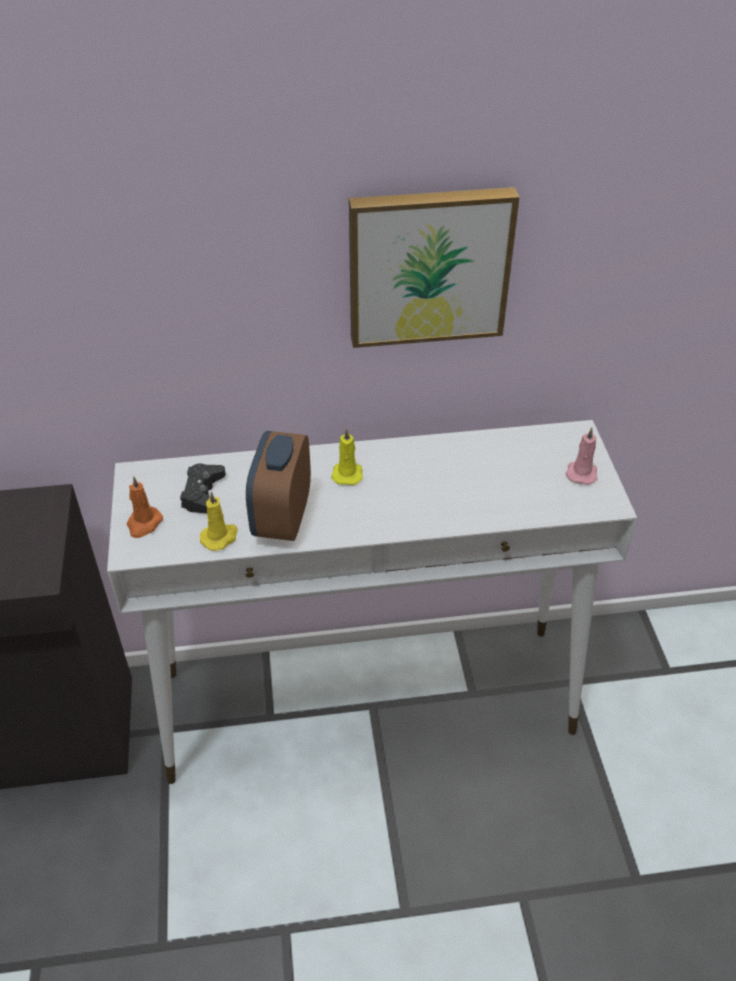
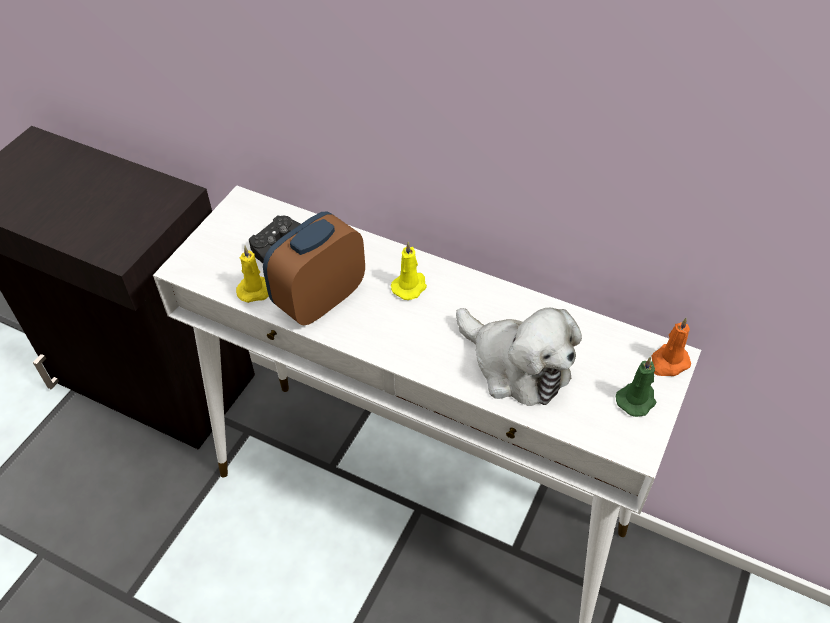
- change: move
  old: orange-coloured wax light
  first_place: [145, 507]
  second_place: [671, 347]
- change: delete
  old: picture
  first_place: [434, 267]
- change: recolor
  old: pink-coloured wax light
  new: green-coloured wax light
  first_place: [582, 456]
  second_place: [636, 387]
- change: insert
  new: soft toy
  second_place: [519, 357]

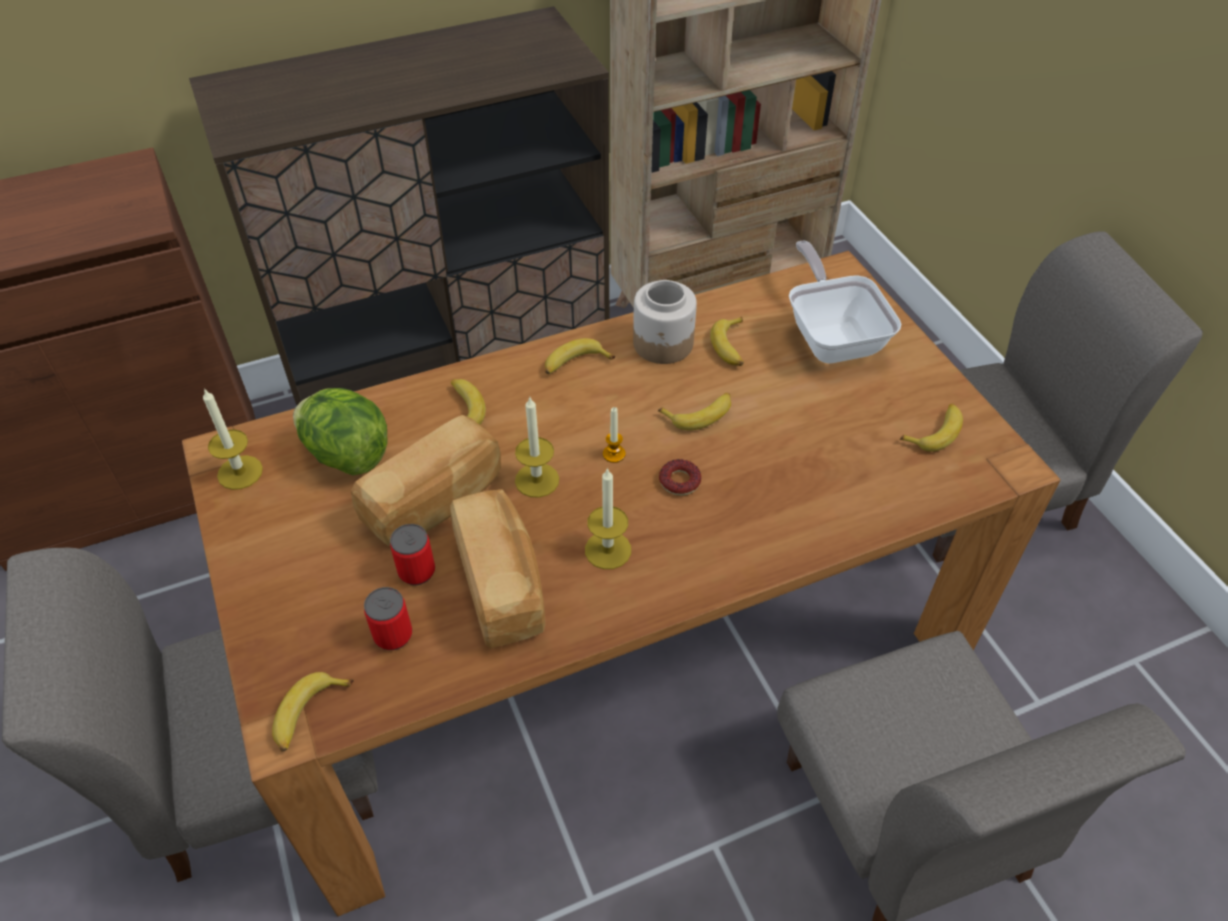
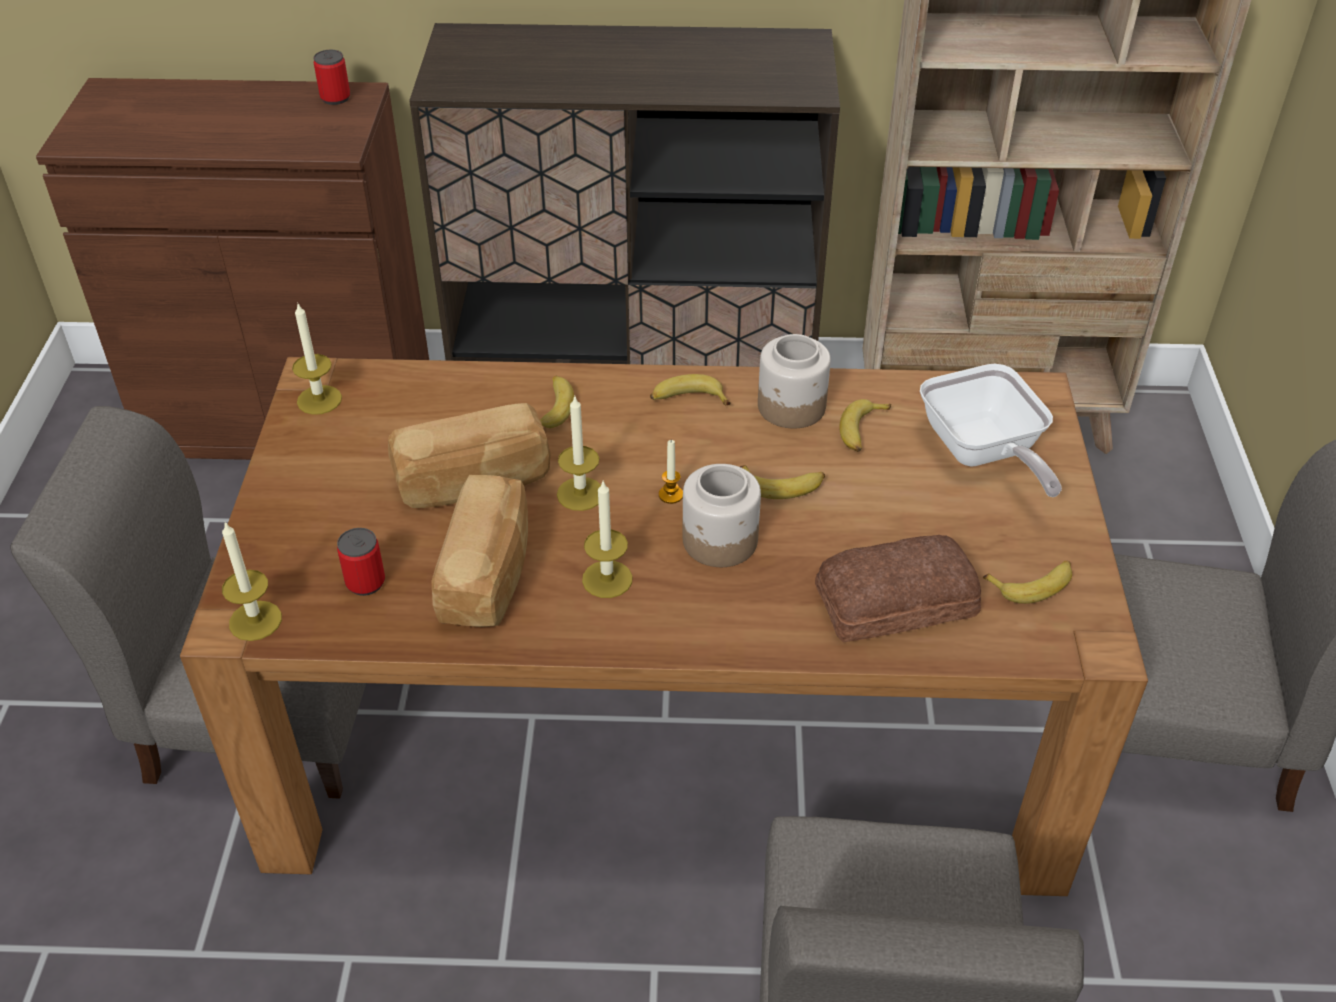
- change: replace
  old: whole banana
  new: wax light
  first_place: [313, 711]
  second_place: [252, 581]
- change: delete
  old: lettuce
  first_place: [340, 431]
- change: move
  old: sealed can
  first_place: [412, 554]
  second_place: [332, 77]
- change: replace
  old: doughnut
  new: preserve jar
  first_place: [680, 477]
  second_place: [721, 515]
- change: rotate
  old: pan
  first_place: [845, 302]
  second_place: [991, 430]
  degrees: 150
- change: insert
  new: bakery bread
  second_place: [898, 589]

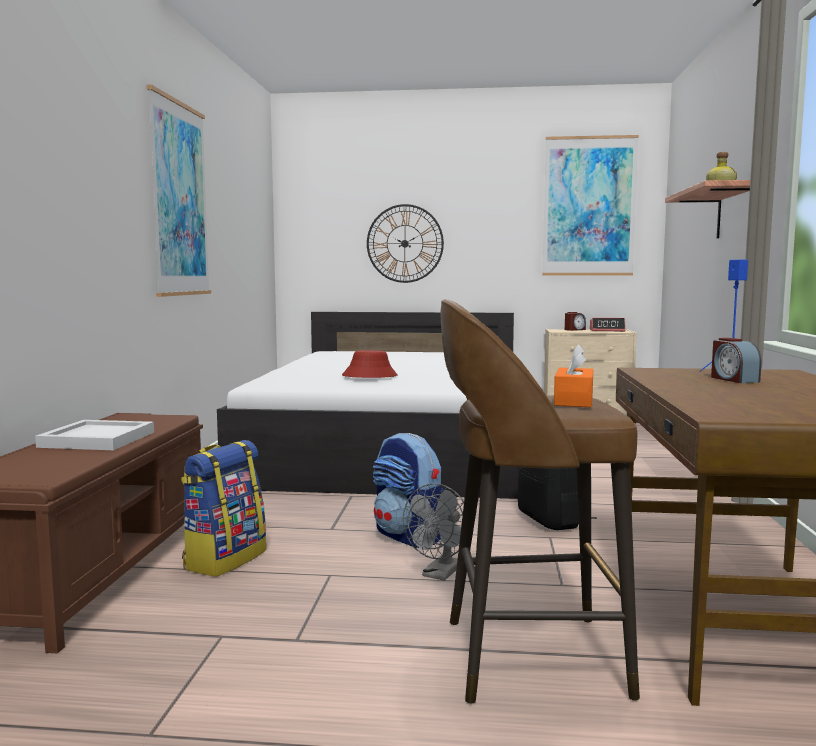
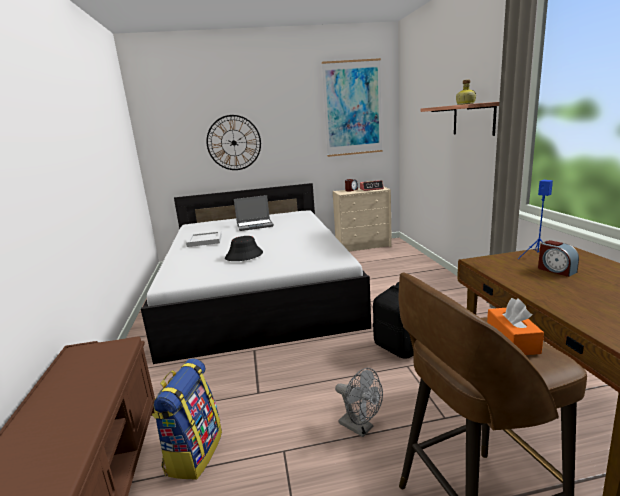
- change: move
  old: whitish serving tray
  first_place: [94, 435]
  second_place: [204, 239]
- change: delete
  old: picture
  first_place: [179, 191]
- change: recolor
  old: reddish clothing hat
  new: black clothing hat
  first_place: [370, 364]
  second_place: [244, 248]
- change: delete
  old: rucksack
  first_place: [408, 490]
- change: rotate
  old: greyish electric fan
  first_place: [433, 532]
  second_place: [359, 402]
  degrees: -60
- change: insert
  new: portable computer
  second_place: [254, 213]

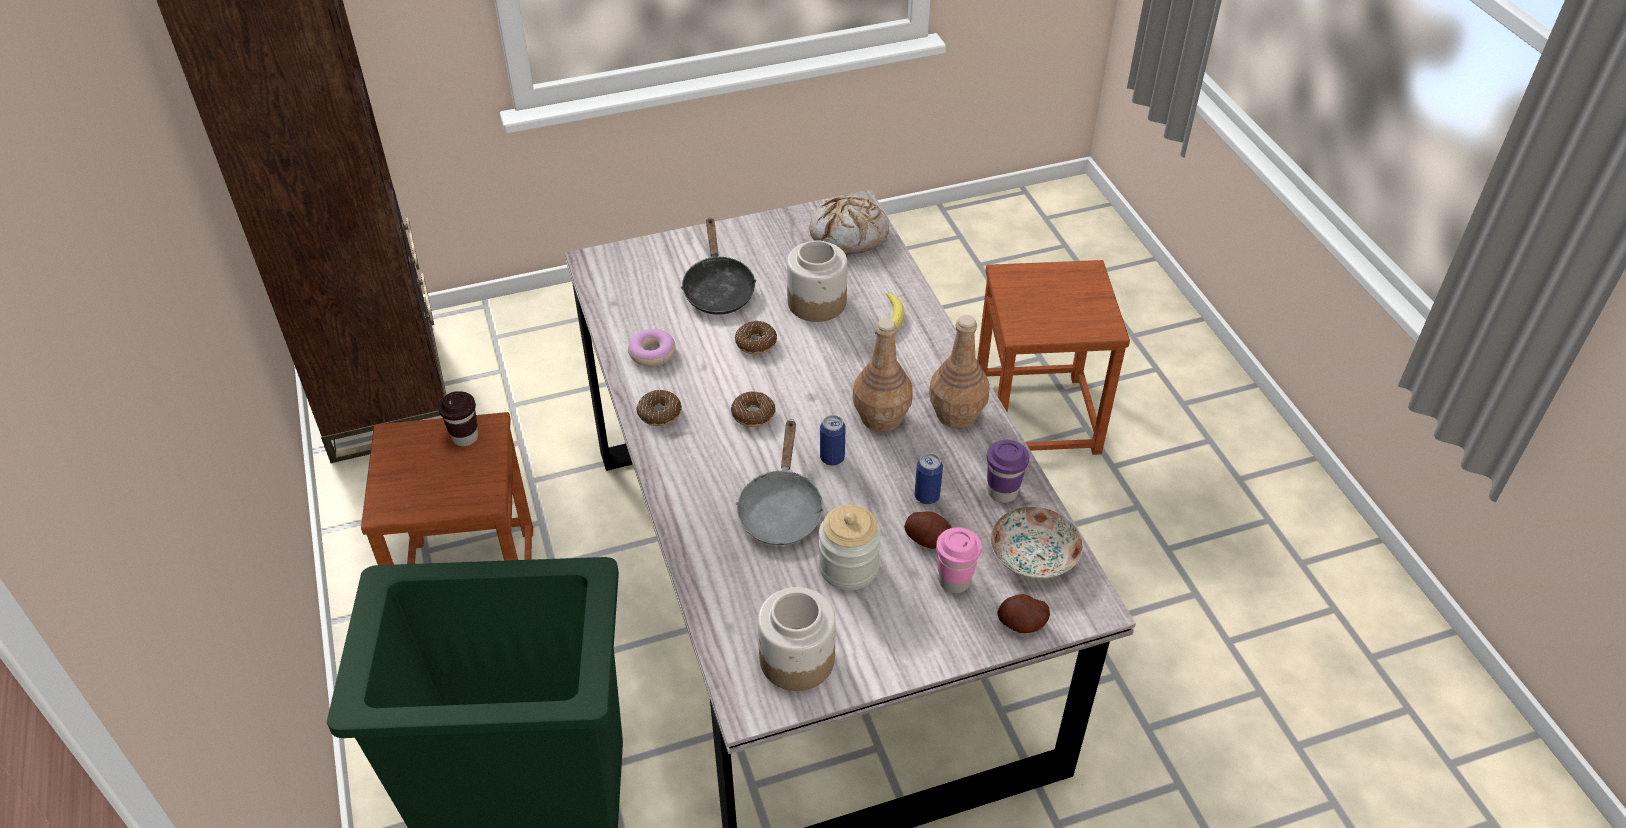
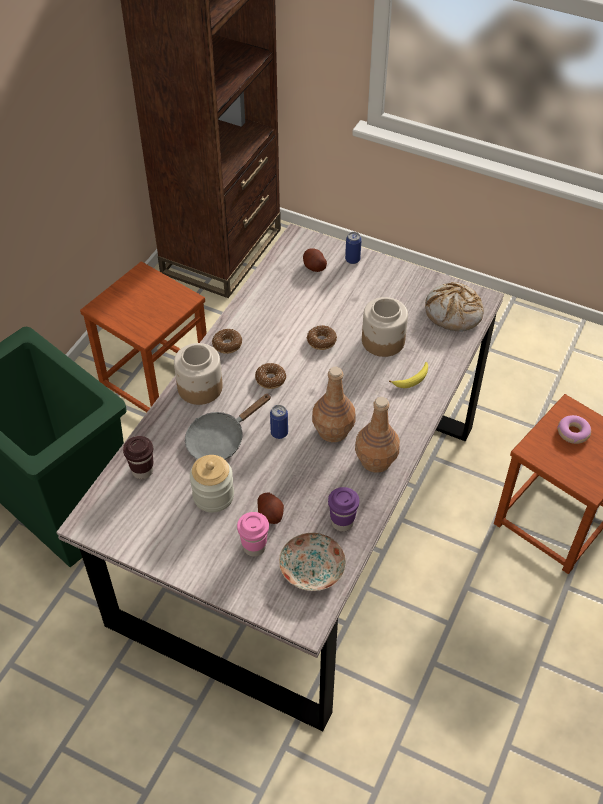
- change: move
  old: brown small cup
  first_place: [458, 418]
  second_place: [138, 457]
- change: move
  old: doughnut
  first_place: [652, 347]
  second_place: [574, 429]
- change: delete
  old: black pan
  first_place: [718, 267]
- change: move
  old: preserve jar
  first_place: [797, 639]
  second_place: [198, 374]
- change: move
  old: sealed can
  first_place: [928, 479]
  second_place: [353, 248]
- change: move
  old: spud
  first_place: [1023, 613]
  second_place: [315, 260]

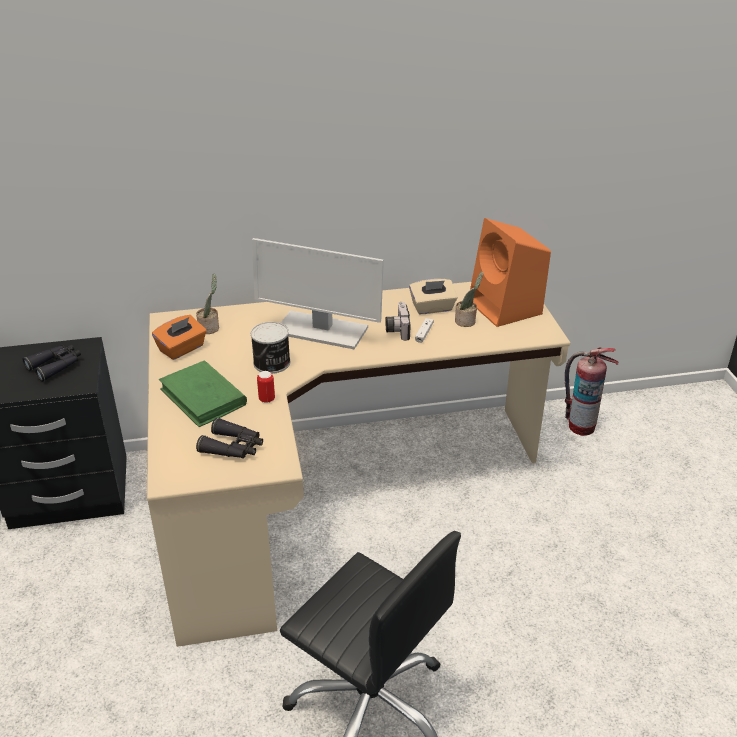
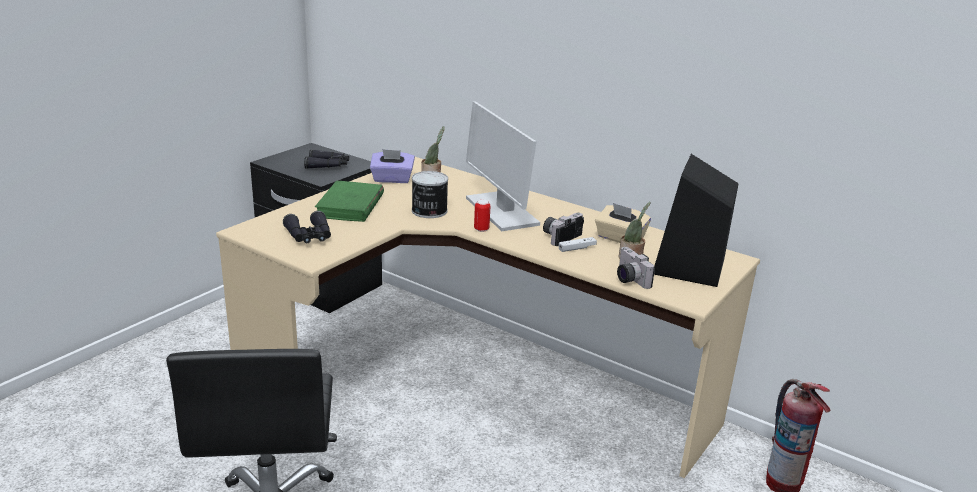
- change: recolor
  old: orange-coloured tissue holder
  new: purple tissue holder
  first_place: [179, 337]
  second_place: [392, 166]
- change: move
  old: sealed can
  first_place: [266, 387]
  second_place: [482, 216]
- change: recolor
  old: orange-coloured speaker
  new: black speaker
  first_place: [510, 272]
  second_place: [696, 220]
- change: insert
  new: still camera
  second_place: [636, 268]

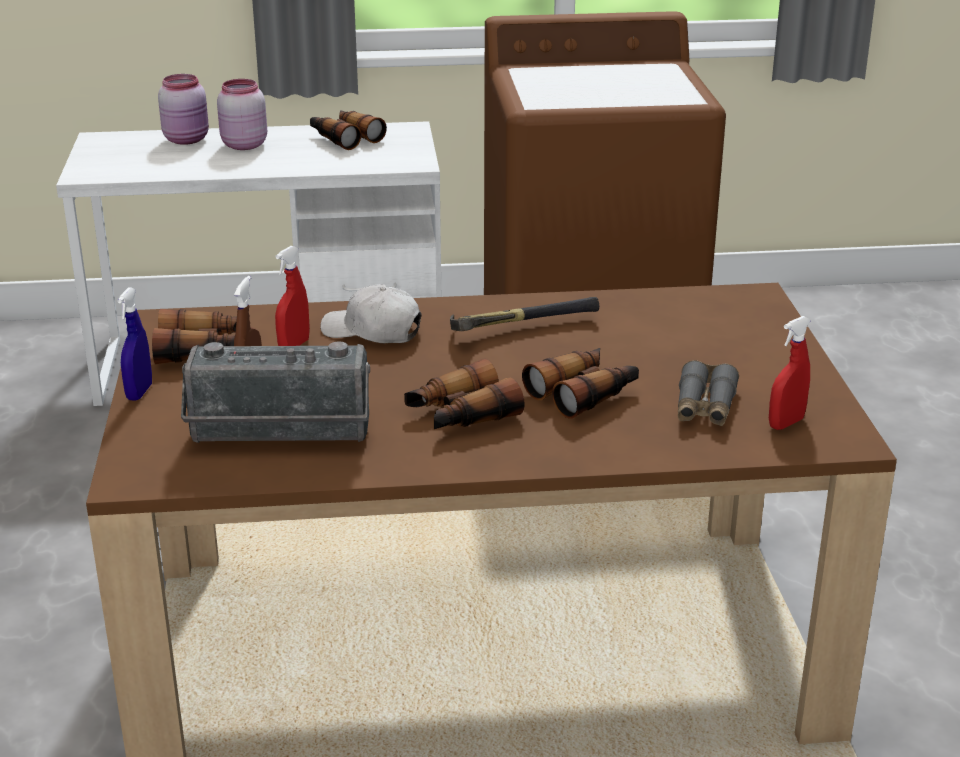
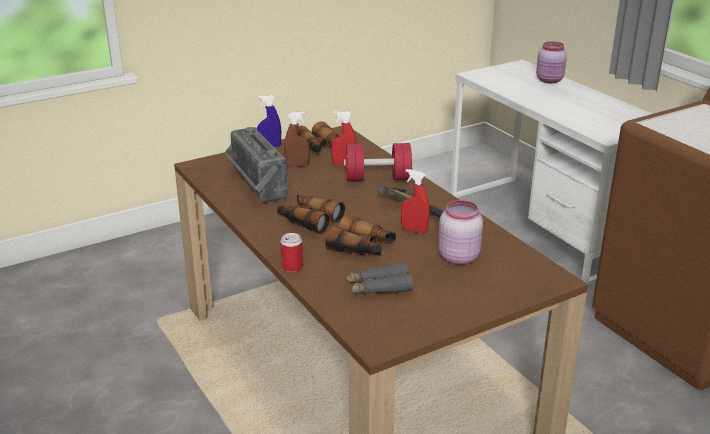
- change: move
  old: pink-coloured preserve jar
  first_place: [242, 114]
  second_place: [460, 232]
- change: delete
  old: field glasses
  first_place: [348, 130]
- change: replace
  old: whitish peaked cap
  new: reddish dumbbell
  first_place: [370, 313]
  second_place: [378, 162]
- change: move
  old: reddish hand sprayer
  first_place: [790, 373]
  second_place: [415, 201]
- change: insert
  new: sealed can
  second_place: [291, 252]

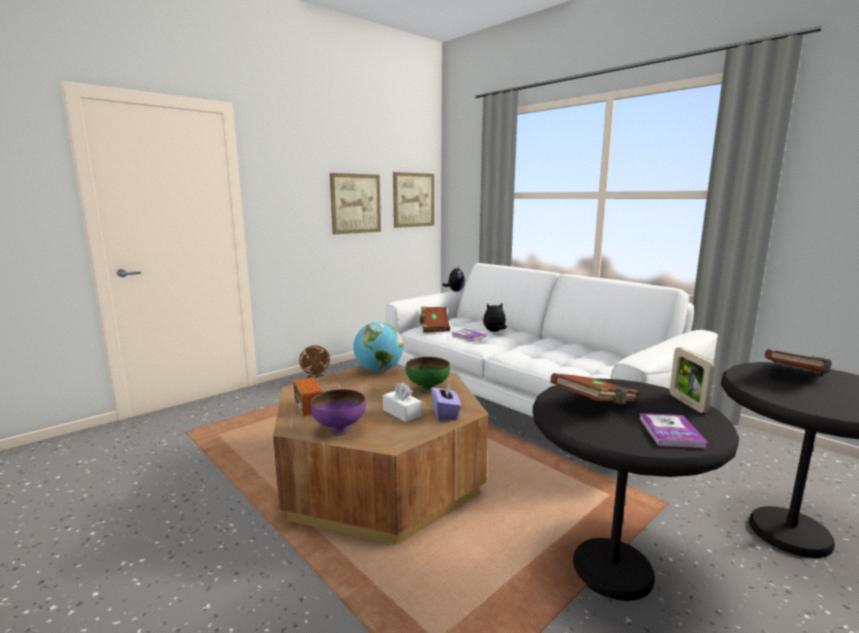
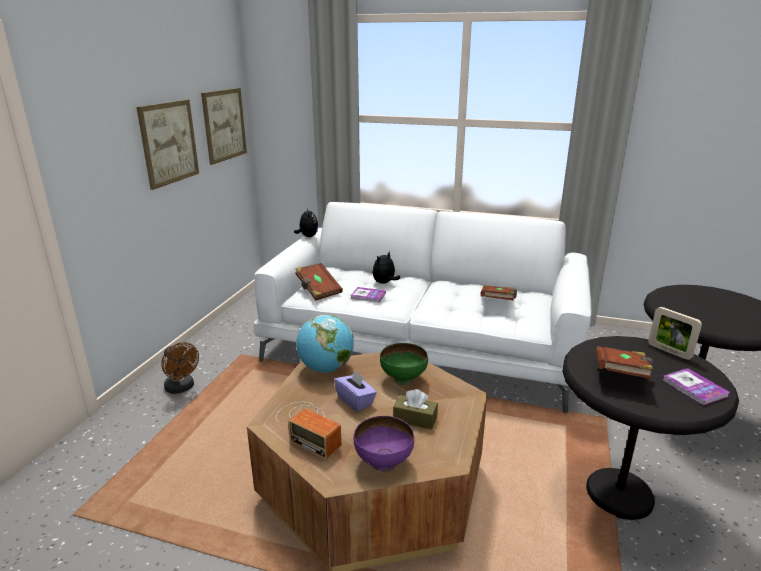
- change: recolor
  old: whitish tissue holder
  new: brown tissue holder
  first_place: [402, 402]
  second_place: [415, 409]
- change: move
  old: purple tissue holder
  first_place: [446, 401]
  second_place: [355, 391]
- change: move
  old: brown book
  first_place: [798, 361]
  second_place: [499, 292]

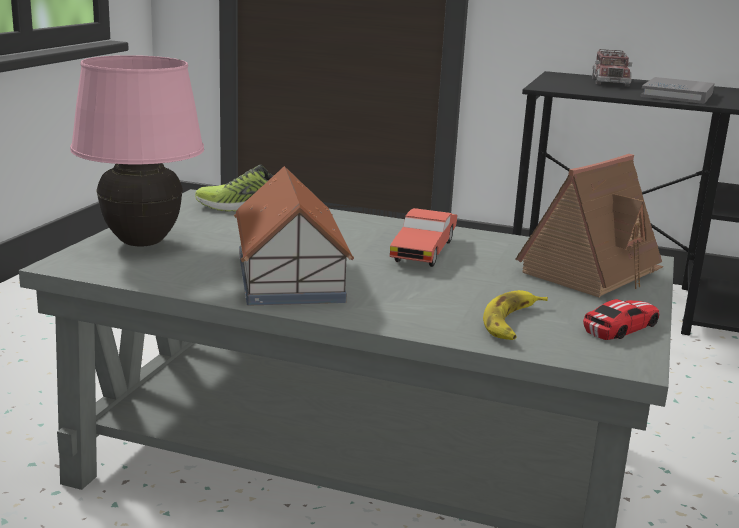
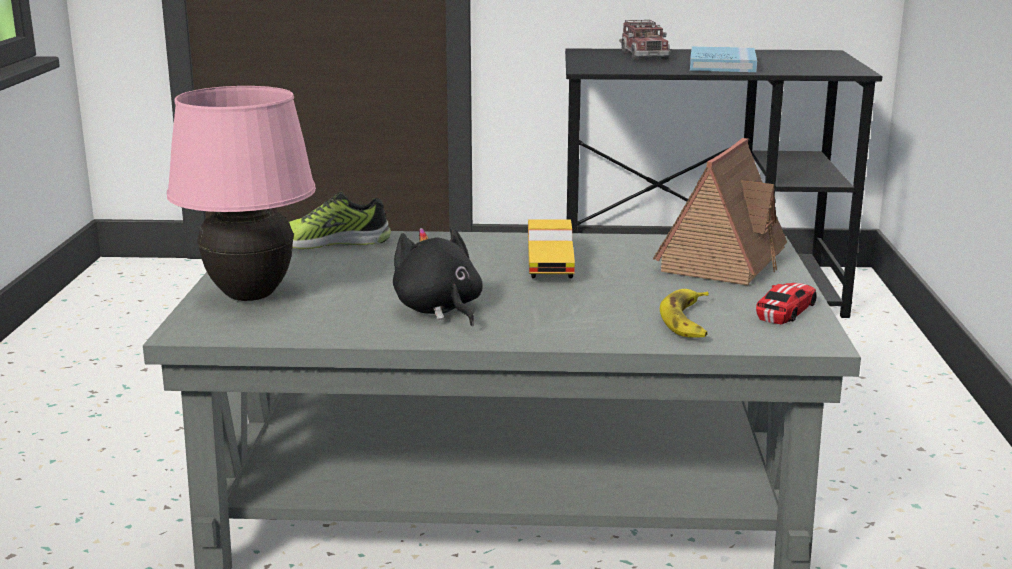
- change: replace
  old: toy house
  new: black soft toy
  first_place: [294, 236]
  second_place: [438, 275]
- change: recolor
  old: reddish model car
  new: yellow model car
  first_place: [423, 237]
  second_place: [551, 249]
- change: recolor
  old: greyish book
  new: blue book
  first_place: [677, 90]
  second_place: [723, 59]

